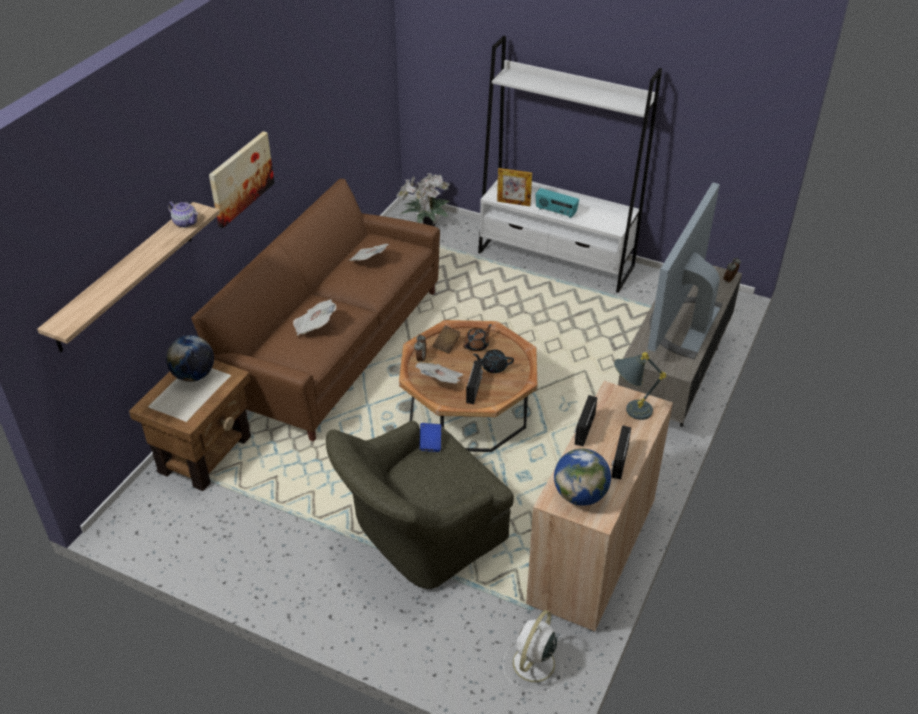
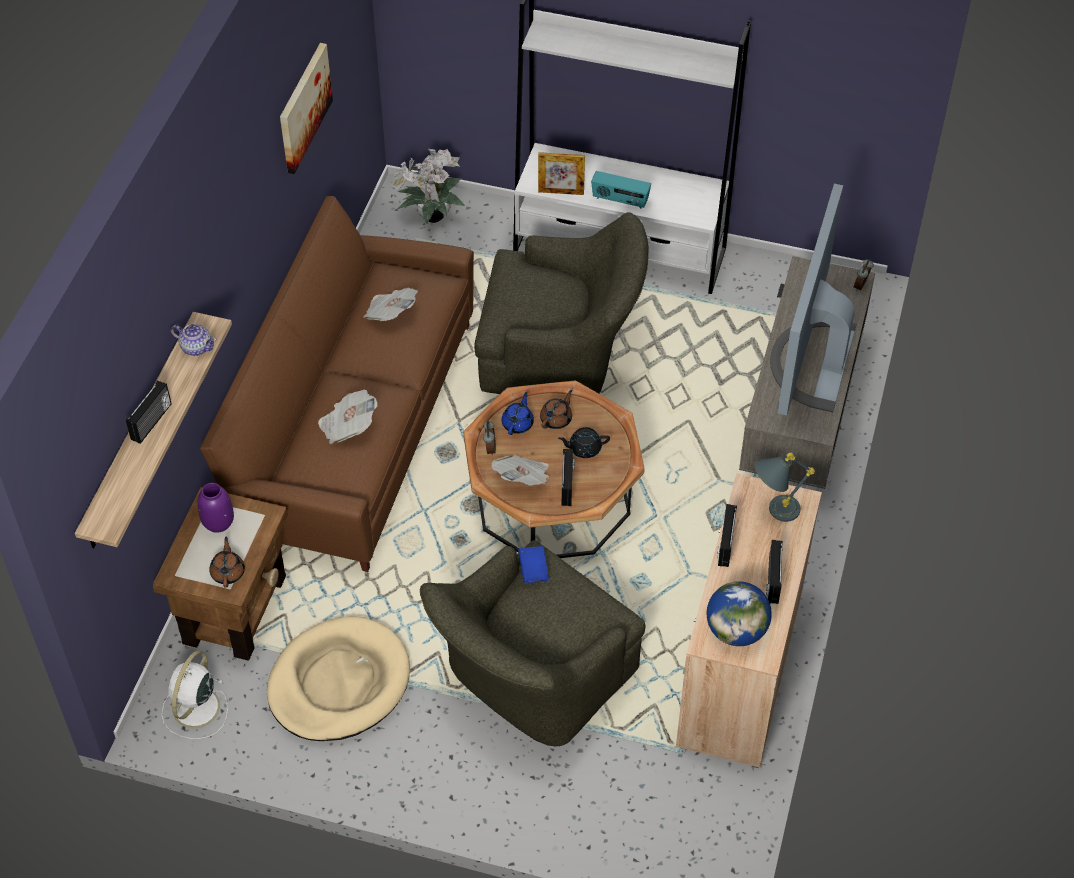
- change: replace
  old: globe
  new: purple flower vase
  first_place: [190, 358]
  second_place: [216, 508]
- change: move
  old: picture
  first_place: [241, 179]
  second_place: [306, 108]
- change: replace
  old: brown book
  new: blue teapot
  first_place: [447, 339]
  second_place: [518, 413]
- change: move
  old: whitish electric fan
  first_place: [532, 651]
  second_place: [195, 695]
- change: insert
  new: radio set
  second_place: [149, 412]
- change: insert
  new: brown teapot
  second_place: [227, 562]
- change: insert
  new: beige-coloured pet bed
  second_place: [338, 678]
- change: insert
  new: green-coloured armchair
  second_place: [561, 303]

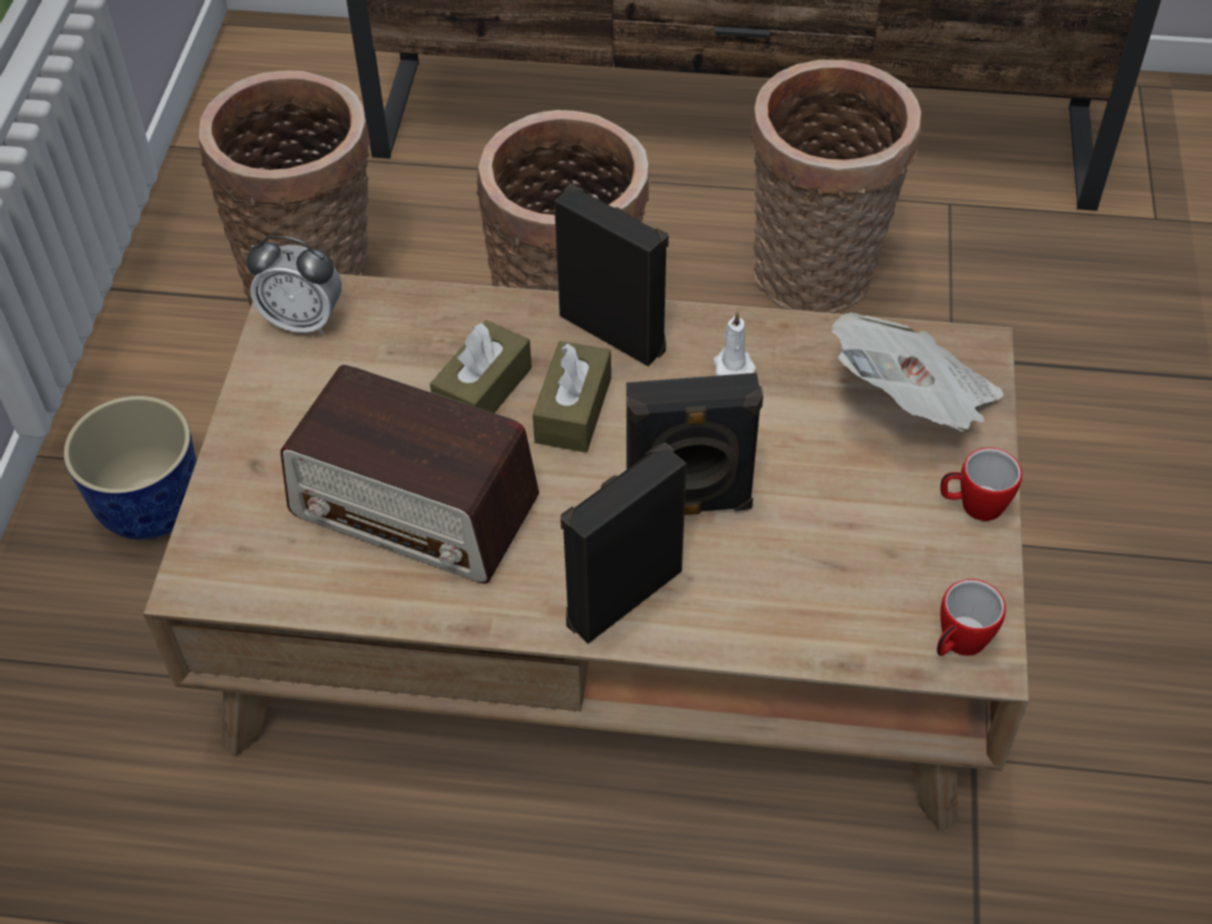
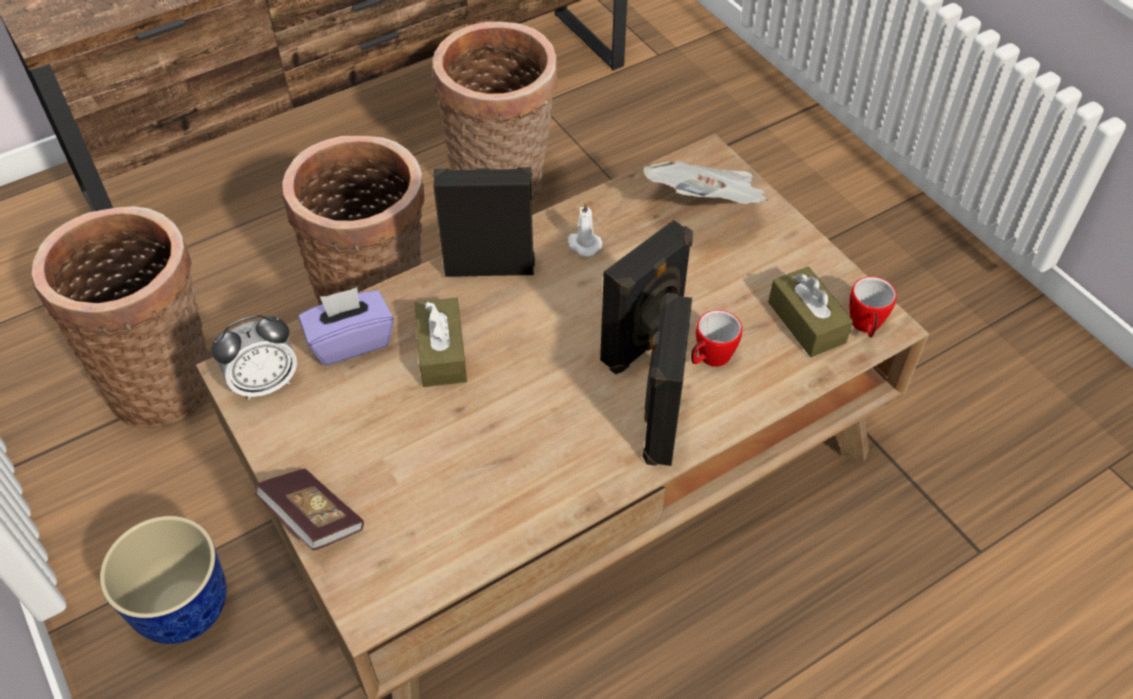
- change: delete
  old: radio set
  first_place: [409, 474]
- change: move
  old: brown tissue holder
  first_place: [572, 397]
  second_place: [810, 312]
- change: move
  old: mug
  first_place: [981, 484]
  second_place: [716, 338]
- change: insert
  new: book
  second_place: [309, 510]
- change: insert
  new: purple tissue holder
  second_place: [346, 326]

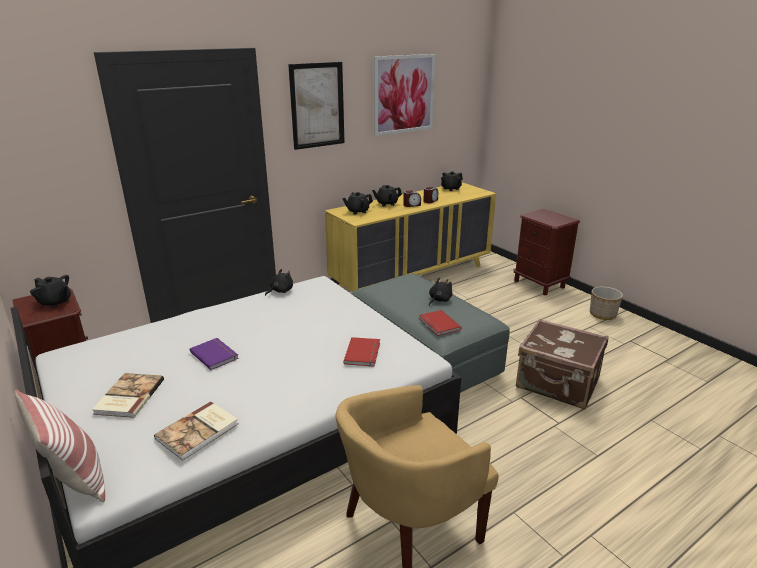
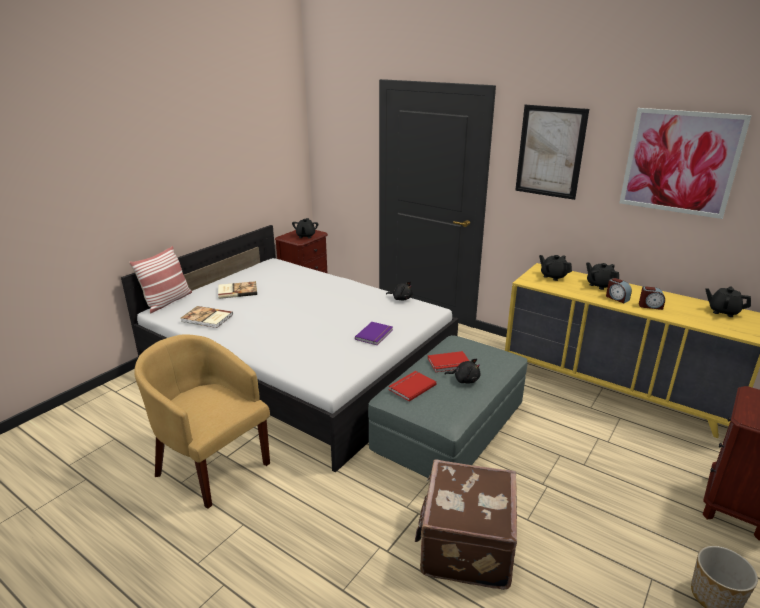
- change: move
  old: purple book
  first_place: [214, 354]
  second_place: [374, 333]
- change: move
  old: reddish book
  first_place: [361, 352]
  second_place: [448, 361]

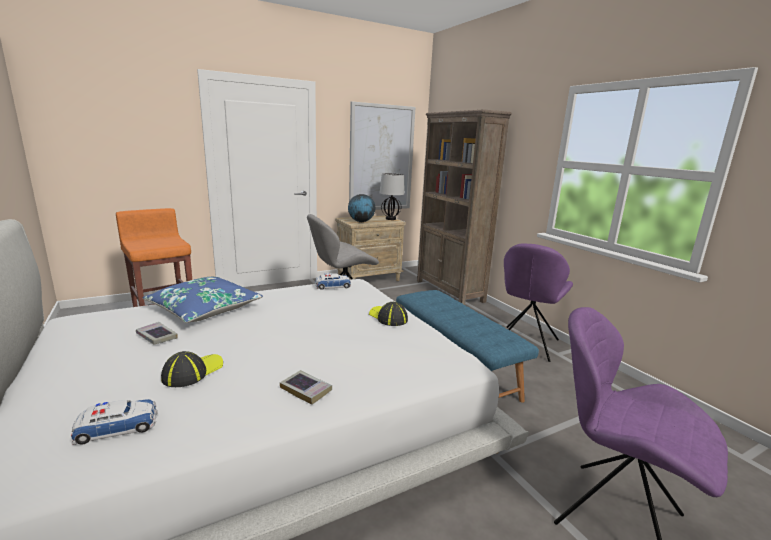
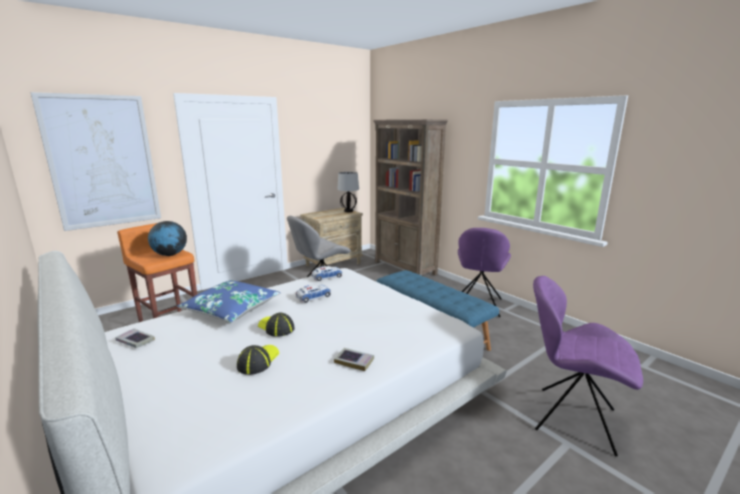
- change: move
  old: model car
  first_place: [114, 422]
  second_place: [313, 294]
- change: move
  old: book
  first_place: [156, 333]
  second_place: [135, 338]
- change: move
  old: globe
  first_place: [361, 208]
  second_place: [167, 238]
- change: move
  old: picture
  first_place: [382, 155]
  second_place: [96, 161]
- change: move
  old: peaked cap
  first_place: [388, 314]
  second_place: [276, 325]

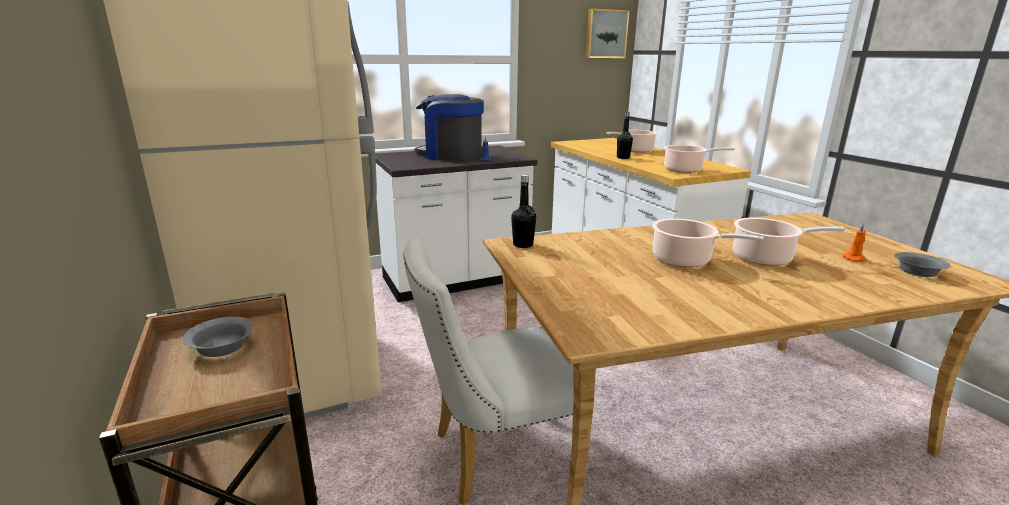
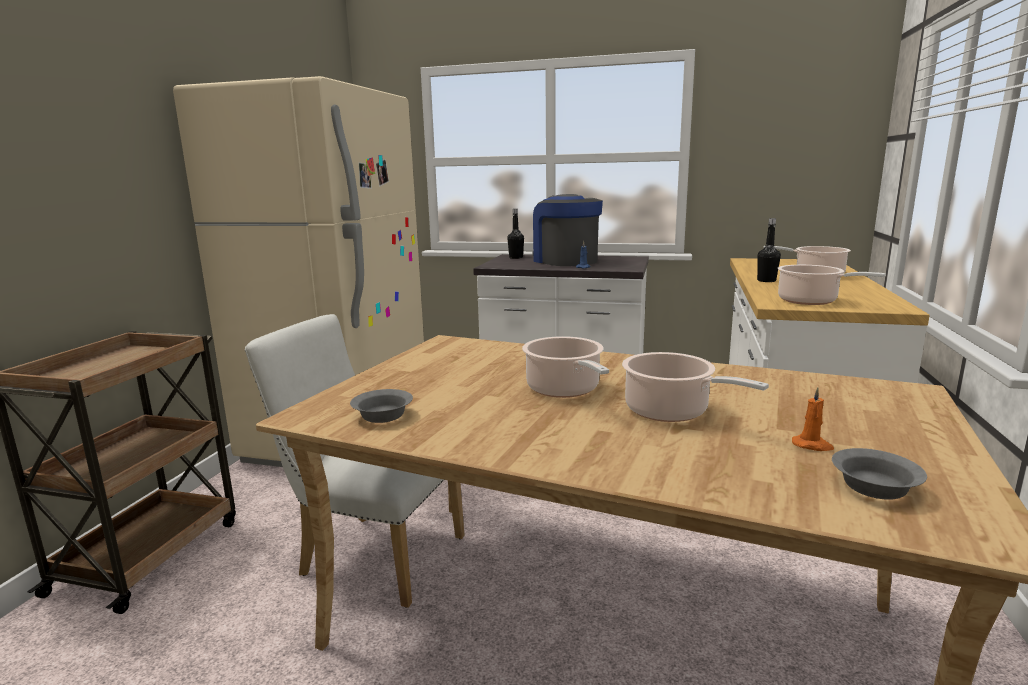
- change: move
  old: greyish bowl
  first_place: [218, 337]
  second_place: [381, 406]
- change: move
  old: black beverage bottle
  first_place: [523, 211]
  second_place: [515, 234]
- change: delete
  old: picture
  first_place: [607, 33]

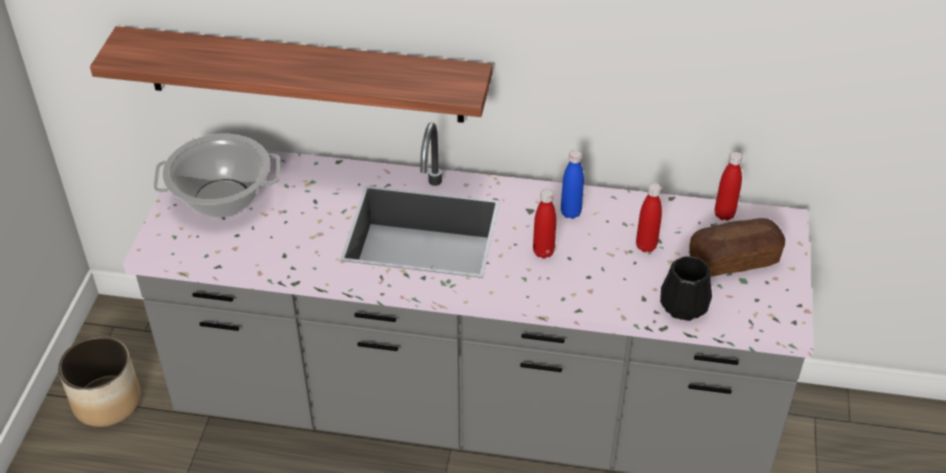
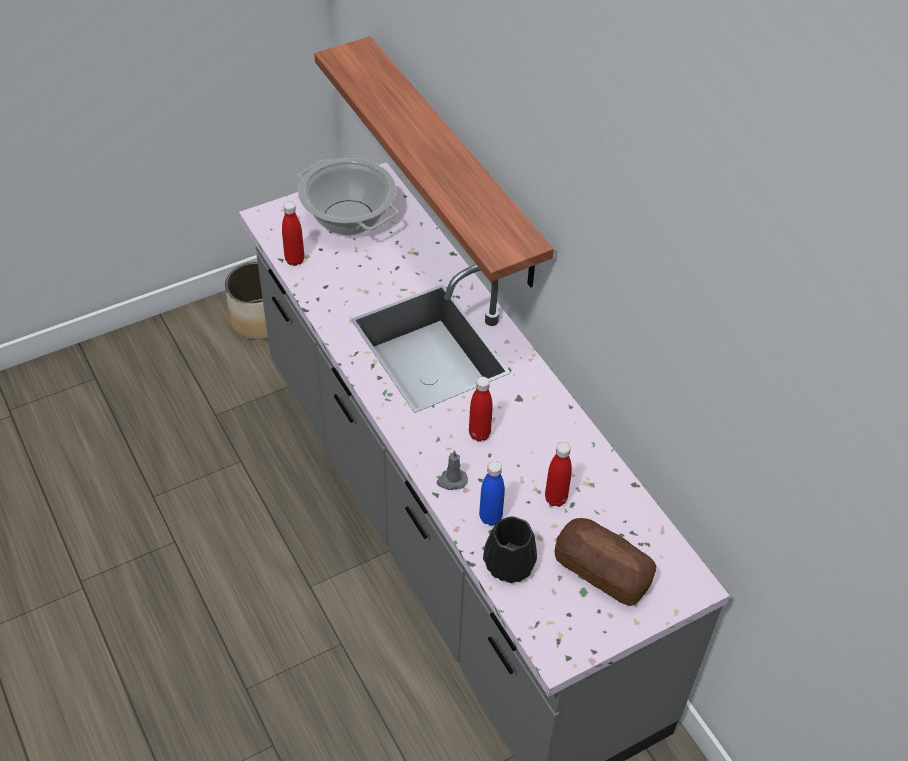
- change: move
  old: blue beverage bottle
  first_place: [572, 184]
  second_place: [492, 493]
- change: move
  old: reddish beverage bottle
  first_place: [729, 186]
  second_place: [293, 234]
- change: insert
  new: greyish wax light
  second_place: [452, 470]

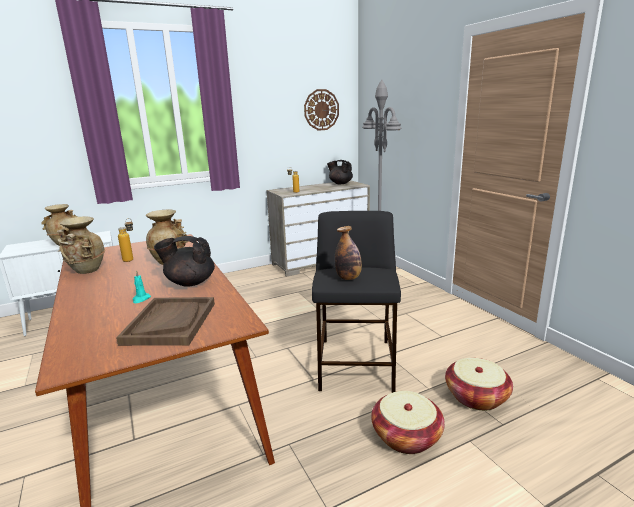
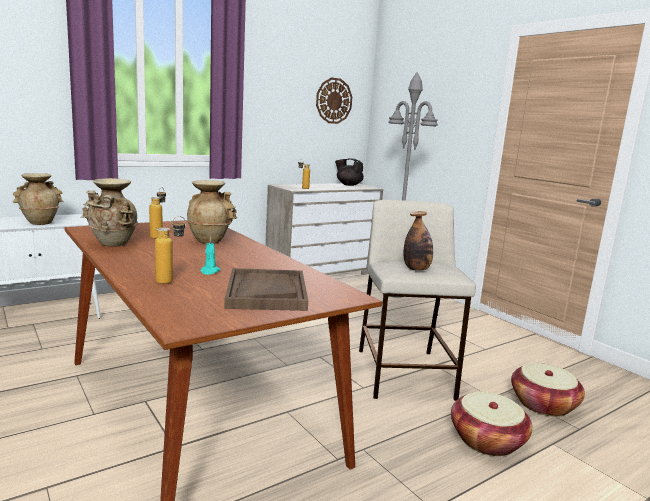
- change: delete
  old: black teapot
  first_place: [184, 261]
- change: recolor
  old: black sitting stool
  new: beige-coloured sitting stool
  first_place: [356, 302]
  second_place: [417, 300]
- change: insert
  new: beverage bottle
  second_place: [170, 250]

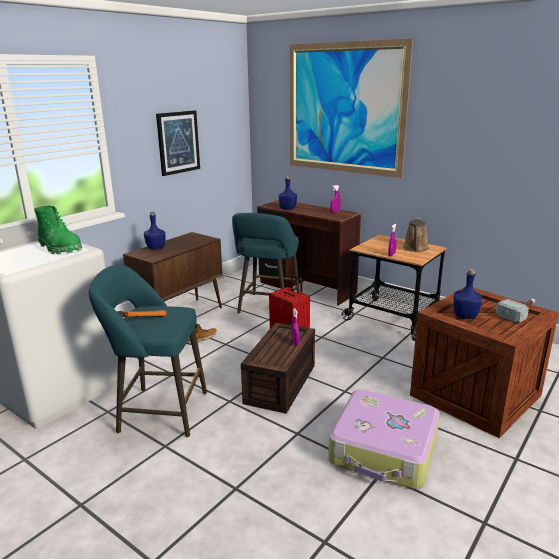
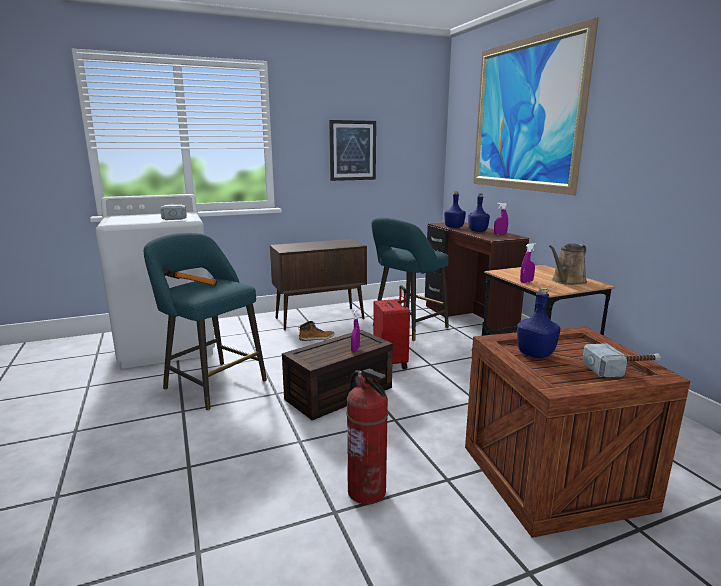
- change: replace
  old: green-coloured high-top boot
  new: hammer
  first_place: [58, 230]
  second_place: [173, 212]
- change: move
  old: blue beverage bottle
  first_place: [154, 231]
  second_place: [479, 213]
- change: replace
  old: travel case
  new: extinguisher
  first_place: [384, 439]
  second_place: [367, 436]

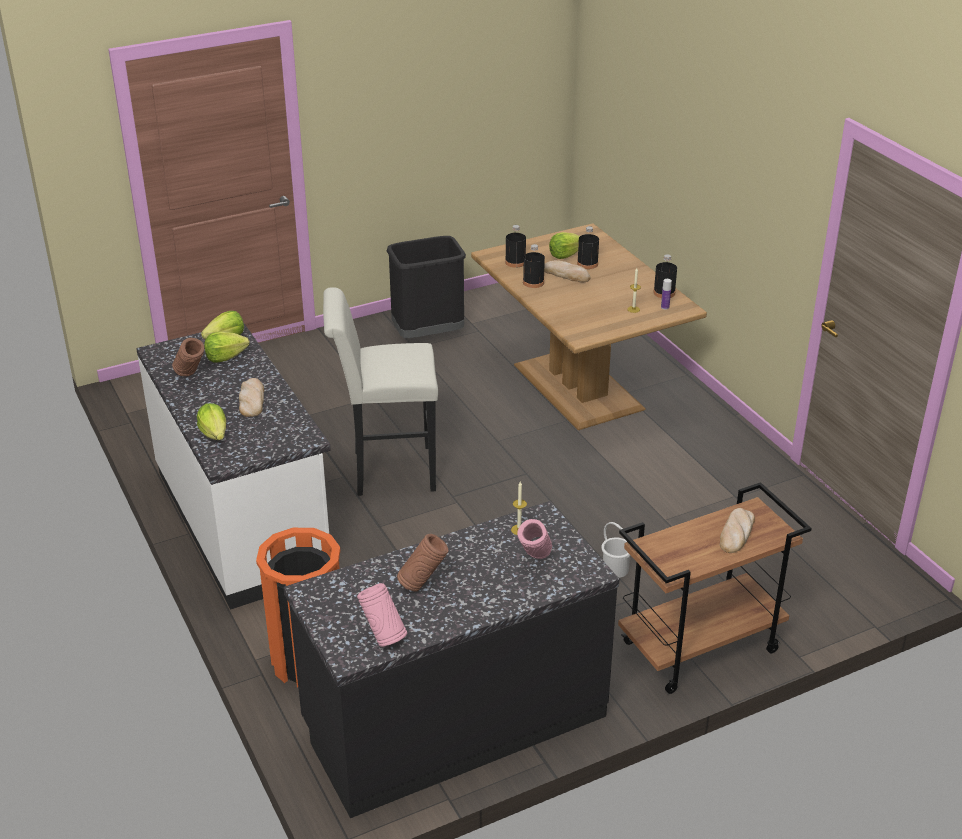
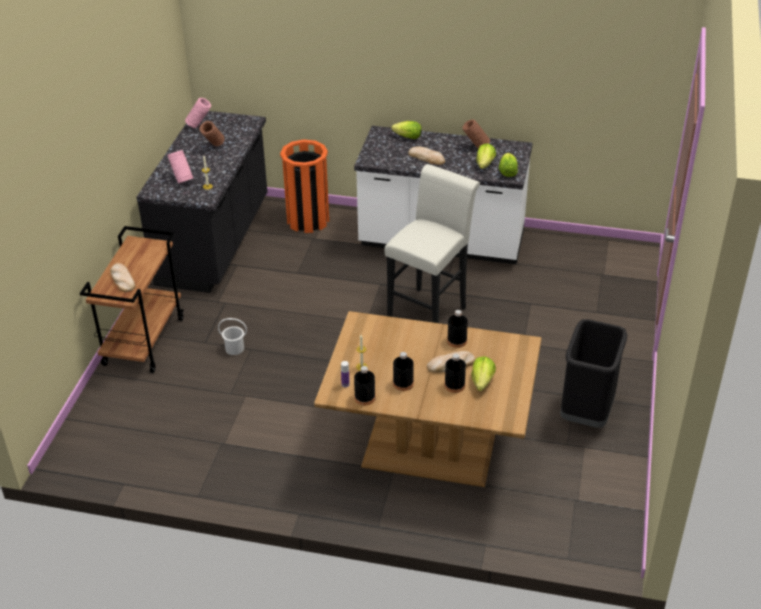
- change: move
  old: black beverage bottle
  first_place: [515, 246]
  second_place: [403, 371]

